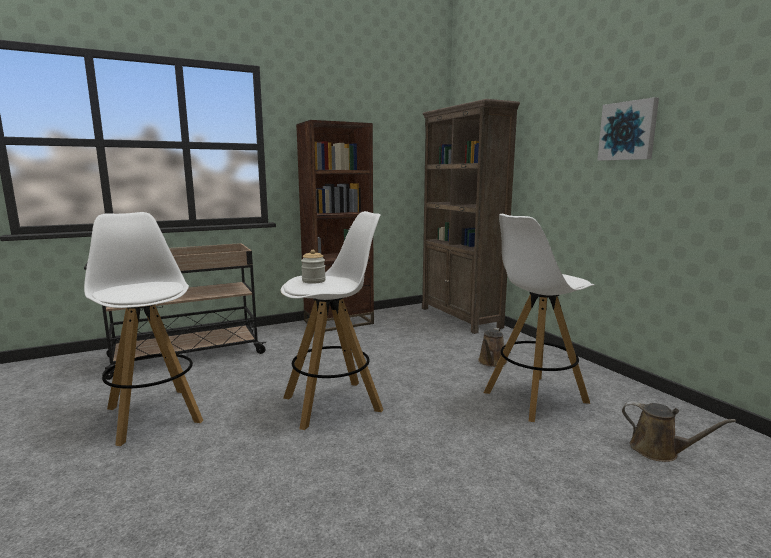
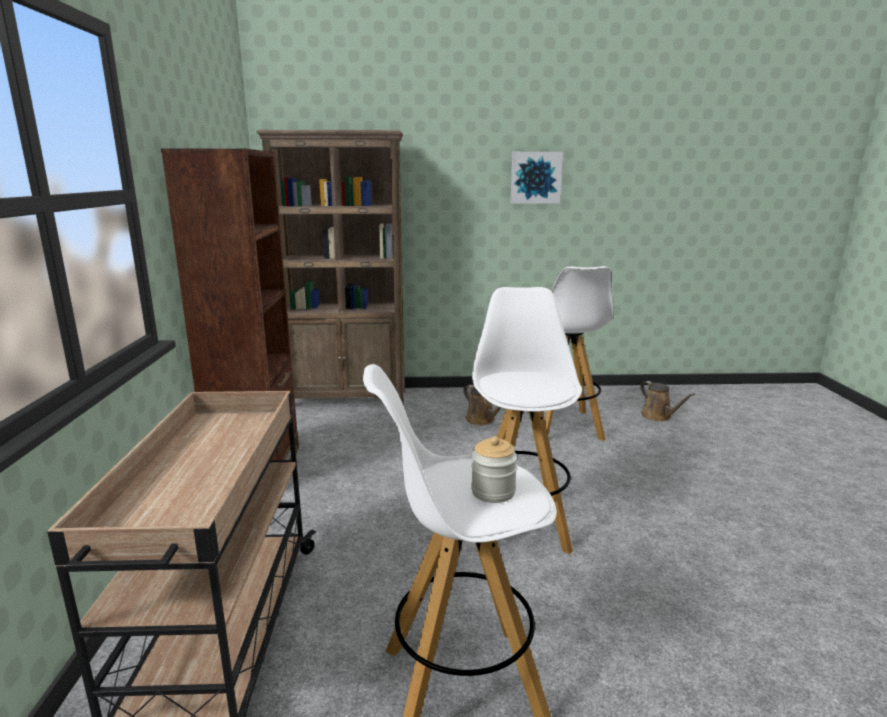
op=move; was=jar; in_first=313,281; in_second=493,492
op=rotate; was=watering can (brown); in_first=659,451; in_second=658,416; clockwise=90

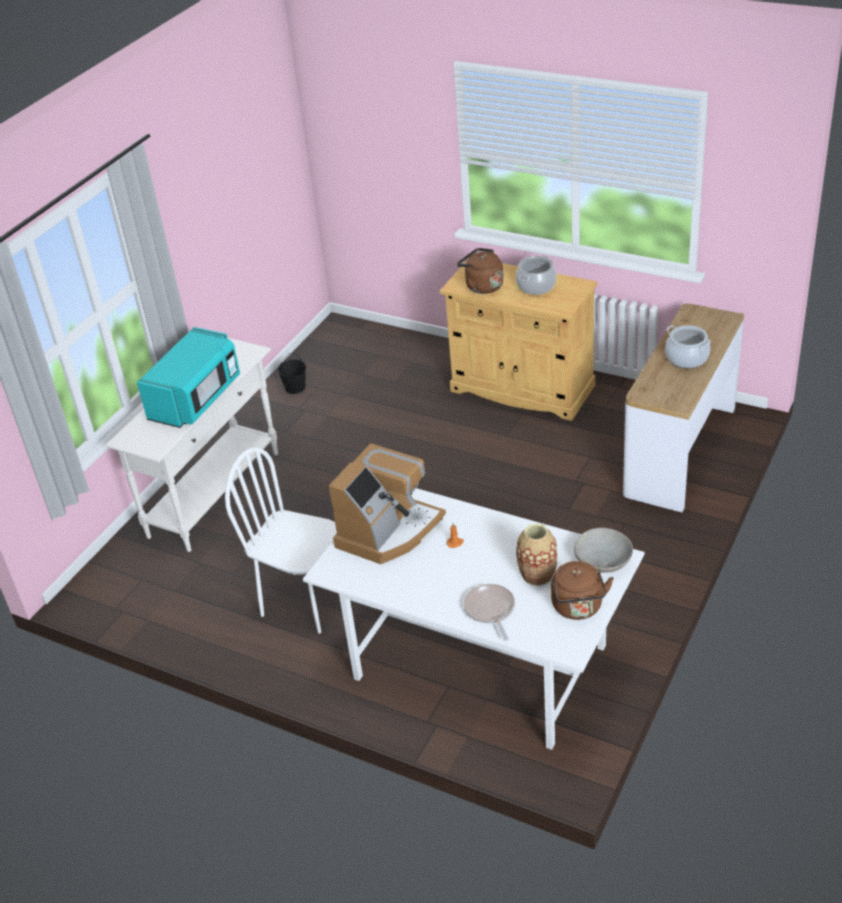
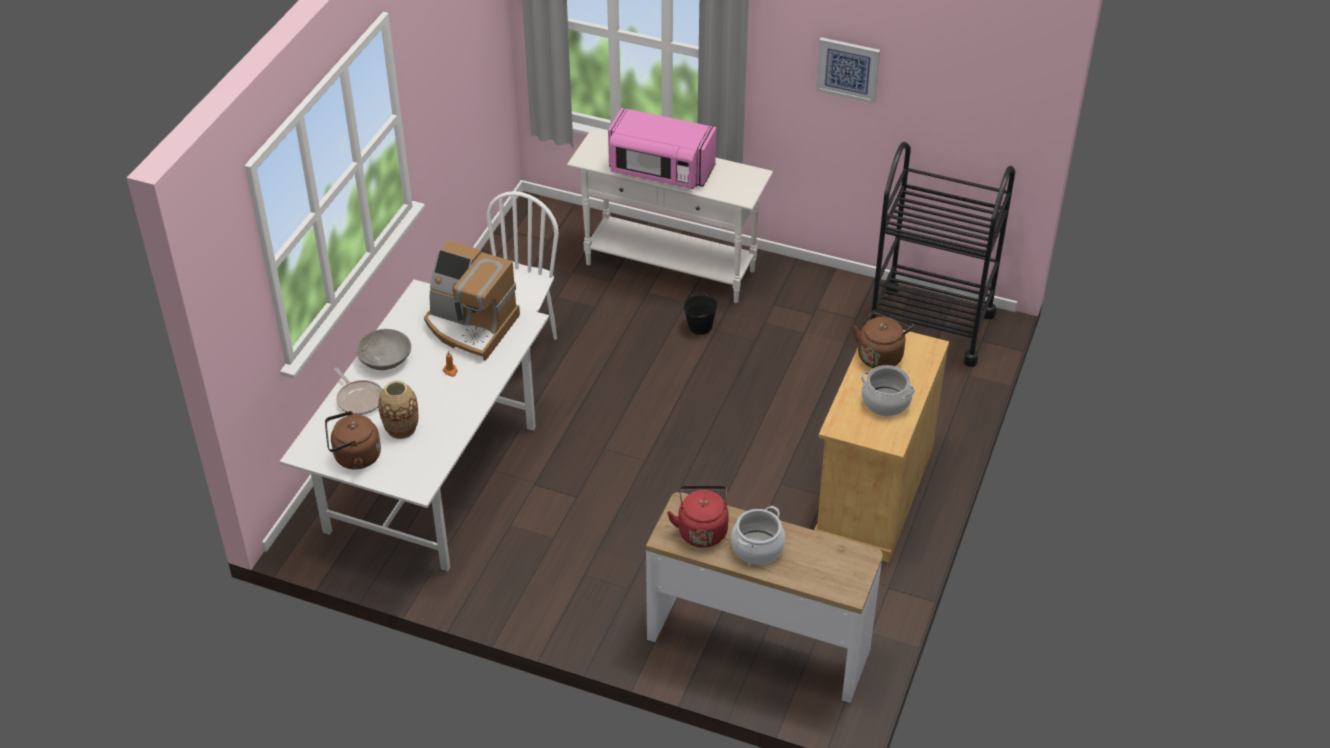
op=recolor; was=microwave (turquoise); now=microwave (pink); in_first=196,399; in_second=660,171
op=move; was=bucket (black); in_first=295,387; in_second=700,326
op=rotate; was=frying pan; in_first=490,610; in_second=359,399; clockwise=75
op=move; was=bowl (grey); in_first=603,561; in_second=385,359
op=insert; now=kettle (red); in_second=702,529
op=insert; now=picture; in_second=848,69
op=insert; now=cart (black); in_second=930,326

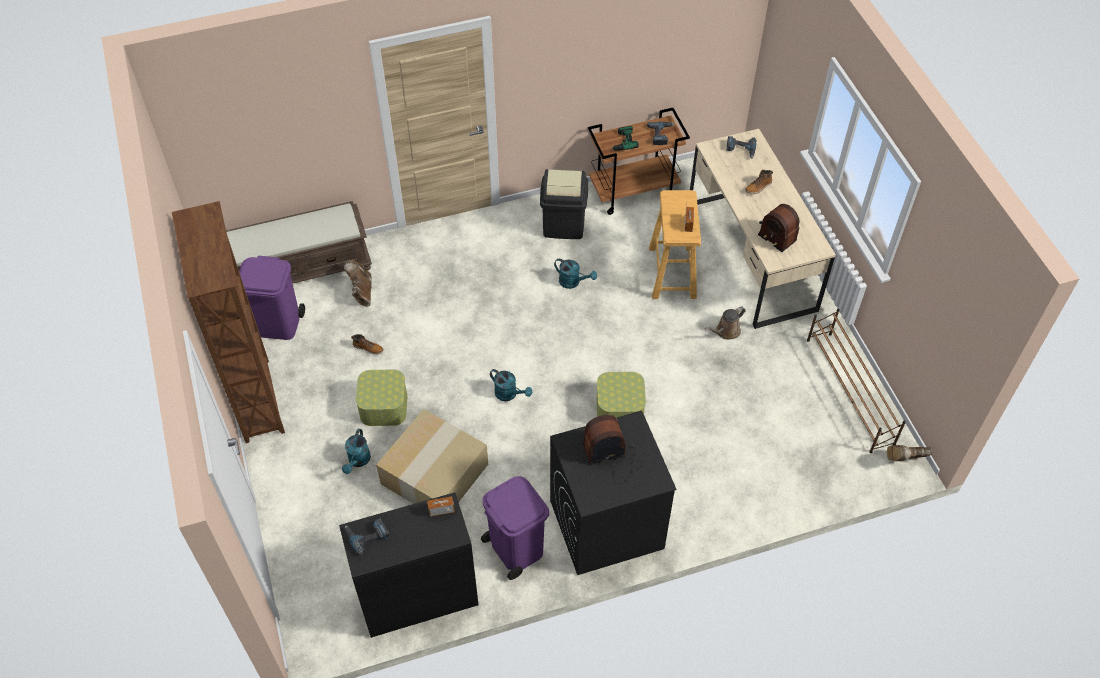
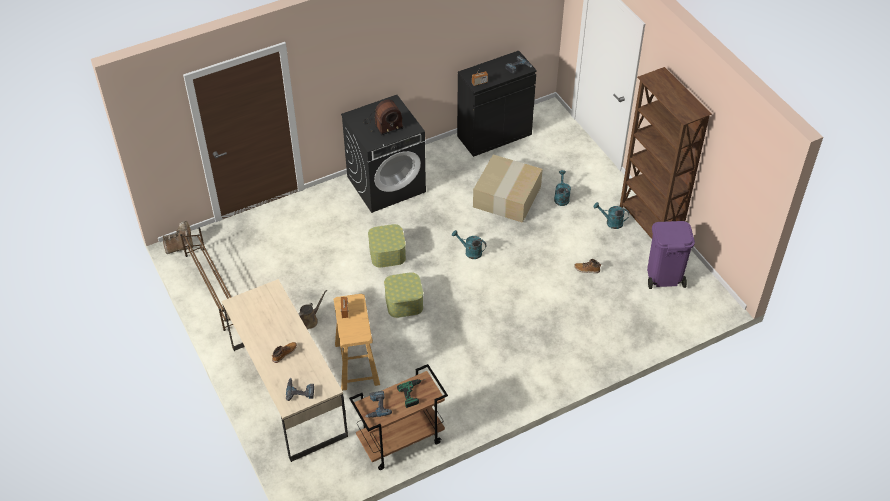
op=delete; was=bench (brown); in_first=302,268
op=delete; was=boot (brown); in_first=361,292
op=move; was=storage box; in_first=383,406; in_second=404,302
op=delete; was=trash can (purple); in_first=516,548
op=delete; was=trash can (black); in_first=563,225
op=move; was=watering can (turquoise); in_first=573,282; in_second=611,222
op=delete; was=radio; in_first=778,231

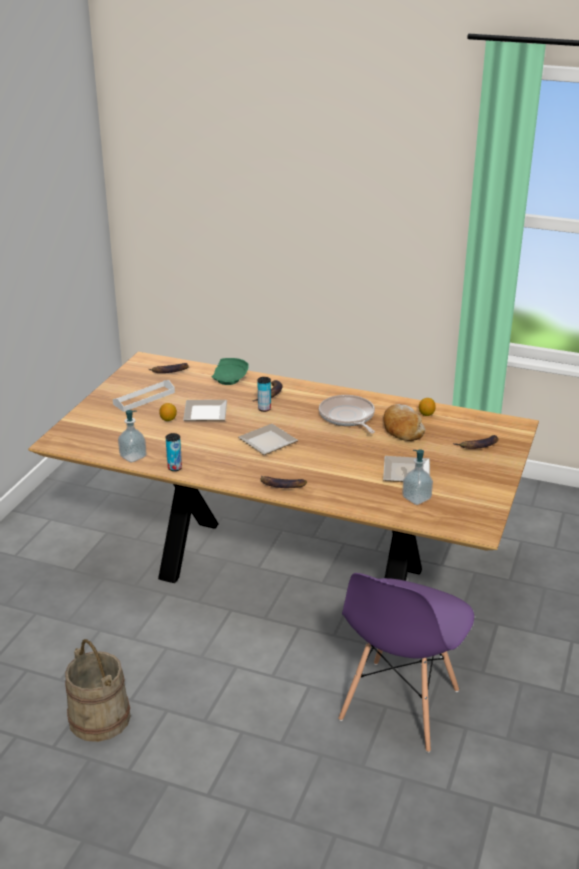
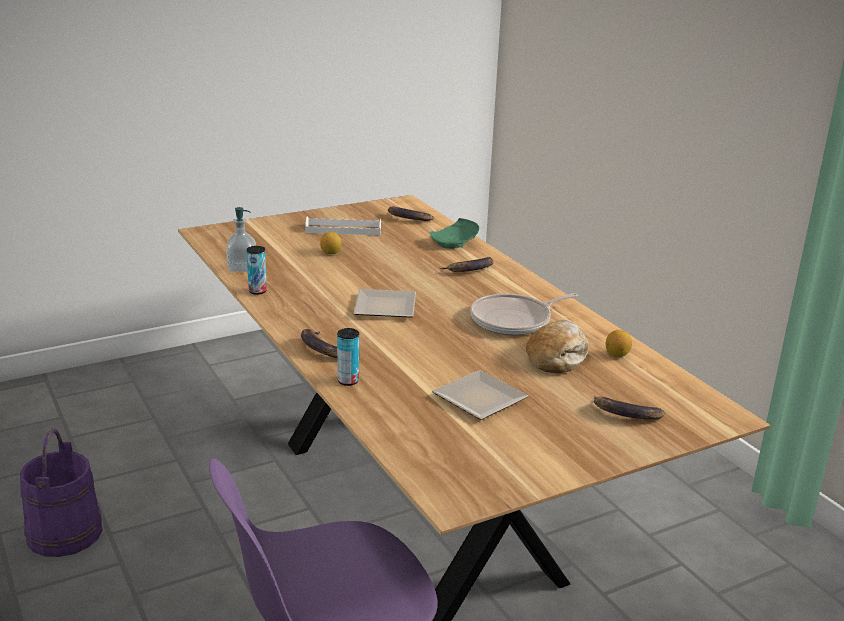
op=recolor; was=bucket (beige); now=bucket (purple); in_first=100,718; in_second=65,533
op=delete; was=plate; in_first=207,412
op=move; was=can; in_first=264,409; in_second=348,381
op=rotate; was=frying pan; in_first=347,417; in_second=514,320; clockwise=-135
op=delete; was=soap dispenser; in_first=416,498

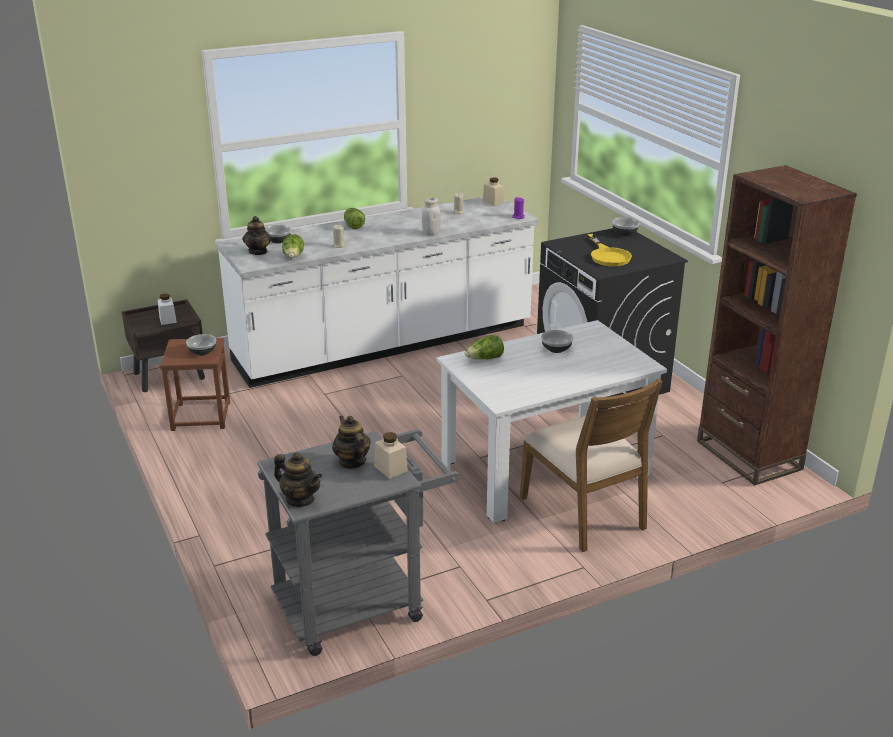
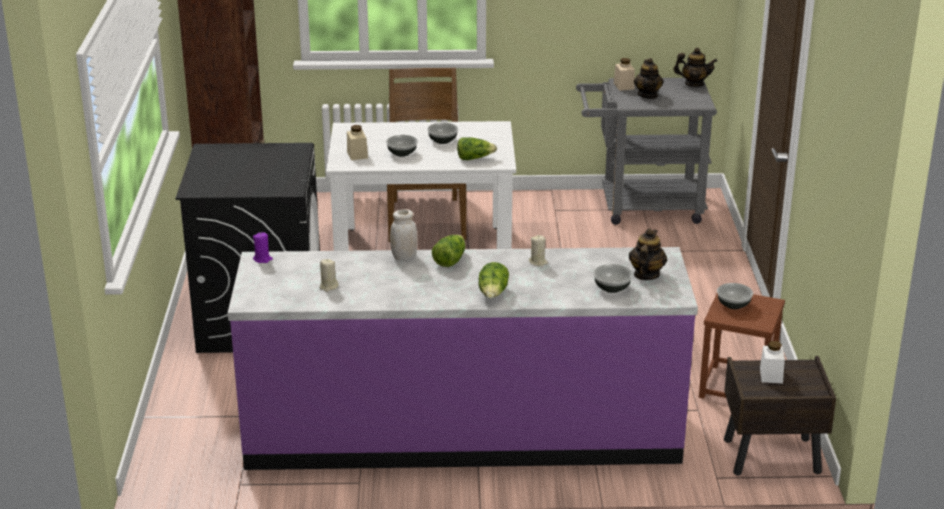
op=recolor; was=counter (white); now=counter (purple); in_first=385,345; in_second=462,433
op=rotate; was=teapot; in_first=300,499; in_second=694,84; clockwise=135
op=move; was=lettuce; in_first=293,257; in_second=450,260
op=move; was=jar (beige); in_first=493,202; in_second=357,155
op=delete; was=frying pan (yellow); in_first=608,256
op=move; was=bowl; in_first=624,233; in_second=443,141

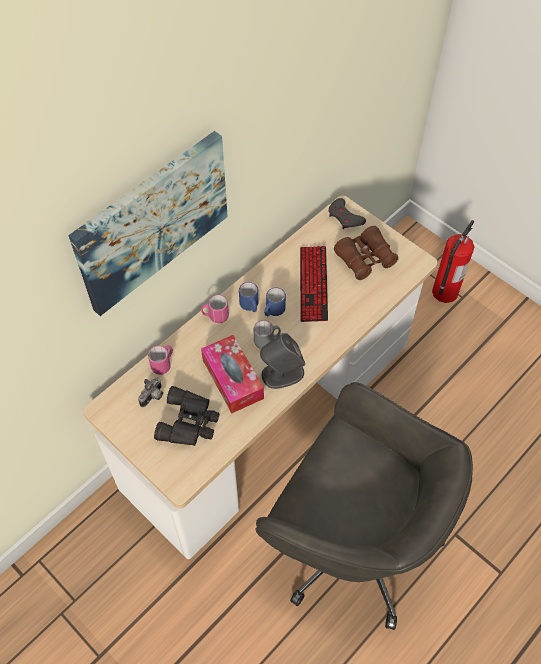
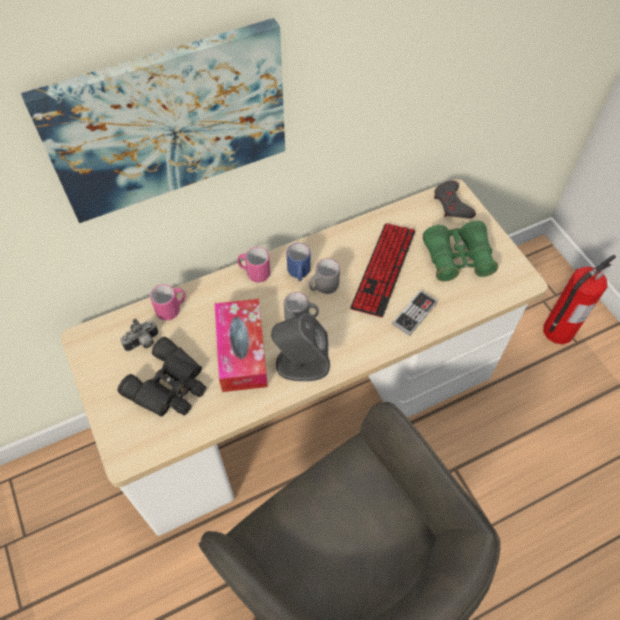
op=recolor; was=mug (blue); now=mug (grey); in_first=273,311; in_second=323,287
op=recolor; was=binoculars (brown); now=binoculars (green); in_first=365,259; in_second=457,258
op=insert; now=game controller; in_second=414,313

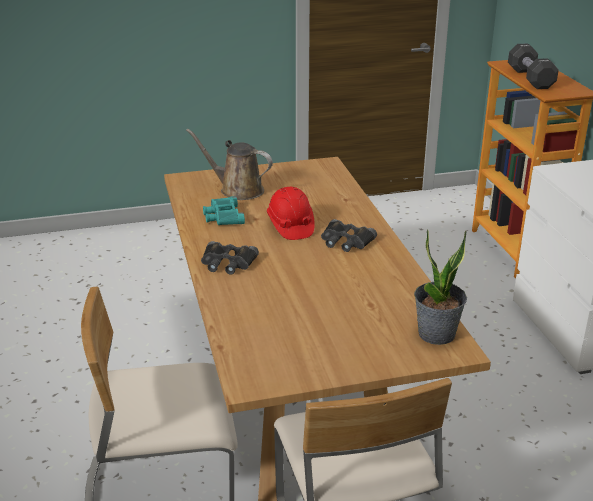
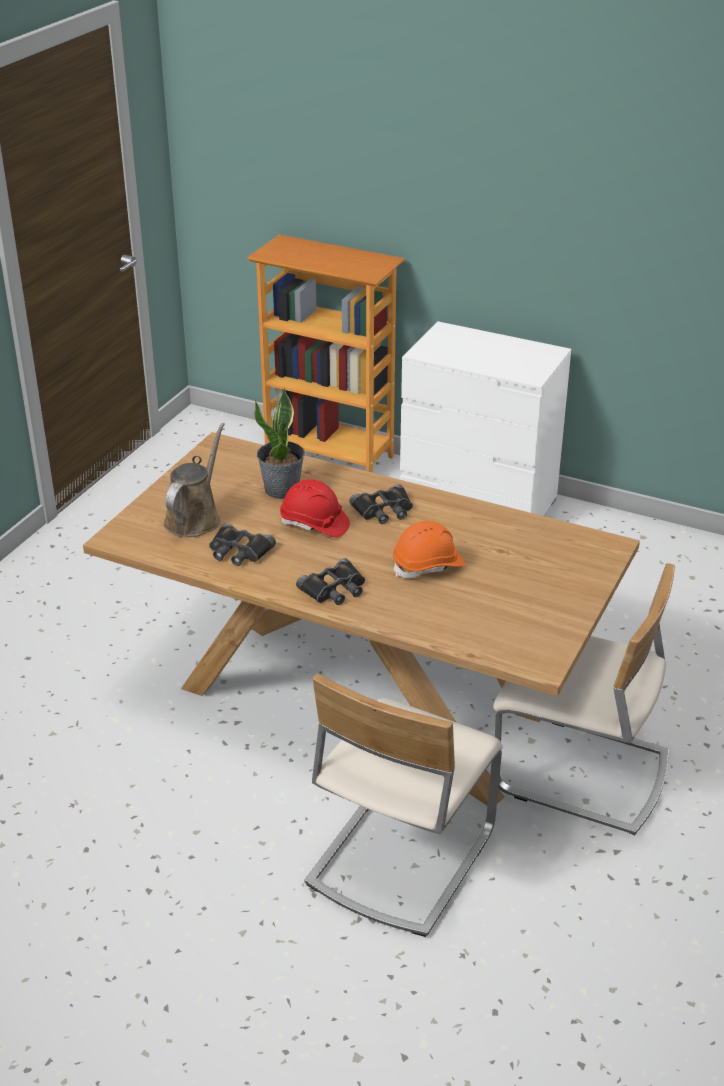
op=rotate; was=watering can (brown); in_first=237,190; in_second=195,518; clockwise=135
op=recolor; was=binoculars (turquoise); now=binoculars (black); in_first=223,216; in_second=239,551
op=move; was=potted plant; in_first=436,334; in_second=282,489
op=delete; was=dumbbell (black); in_first=530,78
op=insert; now=hard hat (orange); in_second=428,566

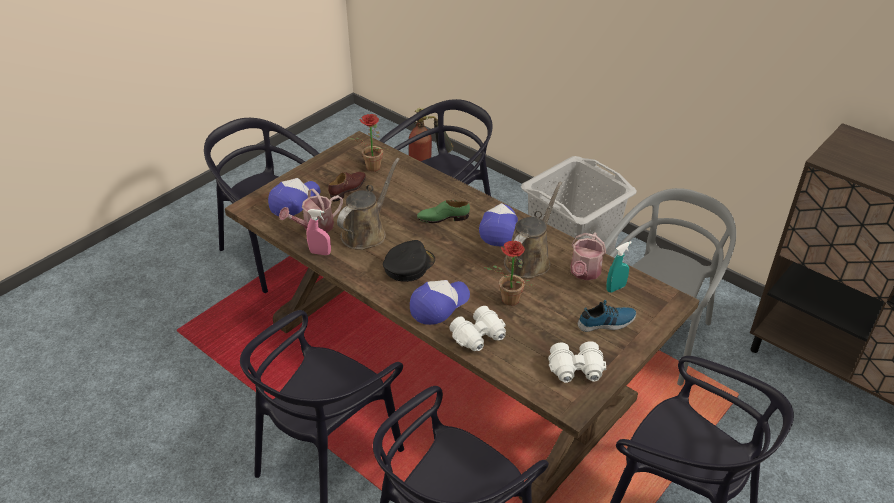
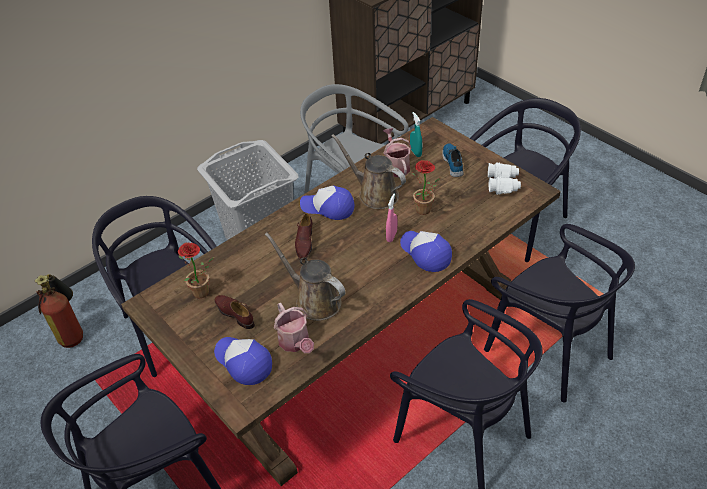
op=move; was=spray bottle (pink); in_first=320,253; in_second=391,236
op=delete; was=cap (black); in_first=408,265
op=recolor; was=shoe (green); now=shoe (brown); in_first=443,218; in_second=304,243
op=delete; was=binoculars (white); in_first=479,337
op=rotate; was=watering can; in_first=584,273; in_second=396,166; clockwise=-135

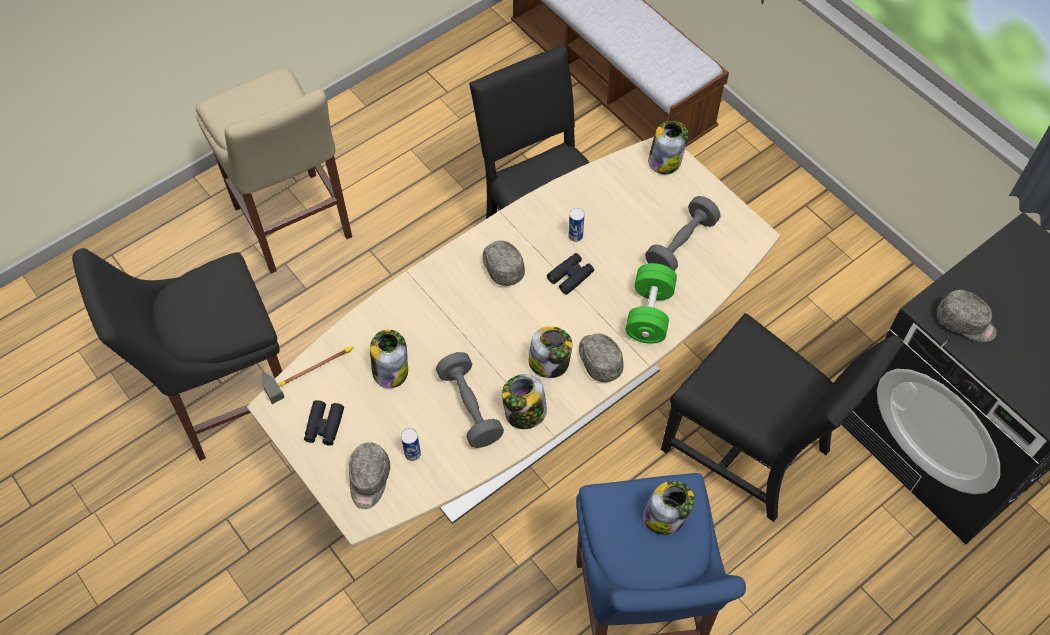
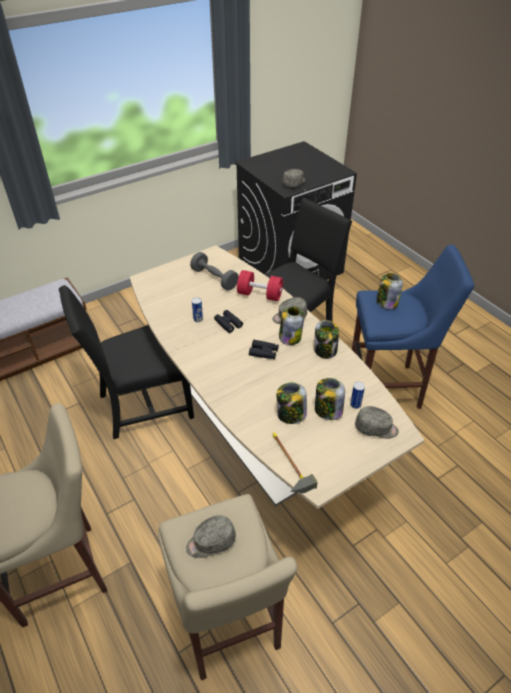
op=recolor; was=stool (black); now=stool (beige); in_first=226,402; in_second=228,626
op=move; was=binoculars (black); in_first=324,426; in_second=264,352
op=delete; was=dumbbell (grey); in_first=470,407
op=move; was=cap (grey); in_first=502,266; in_second=210,542
op=recolor; was=dumbbell (green); now=dumbbell (red); in_first=649,313; in_second=260,294
op=move; was=jar; in_first=665,161; in_second=327,410

